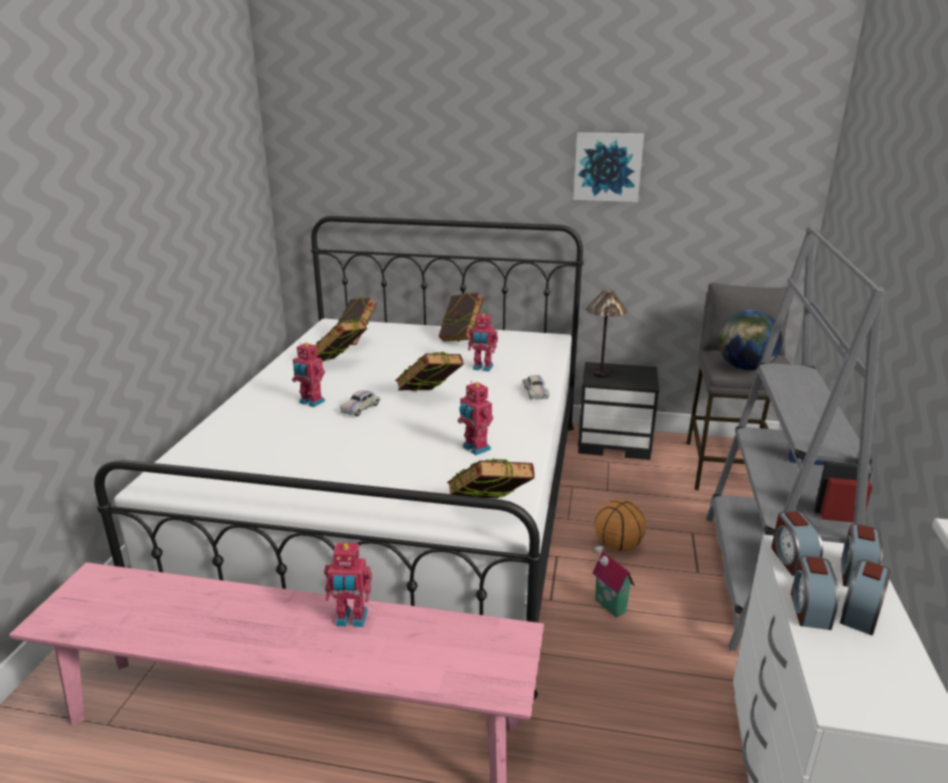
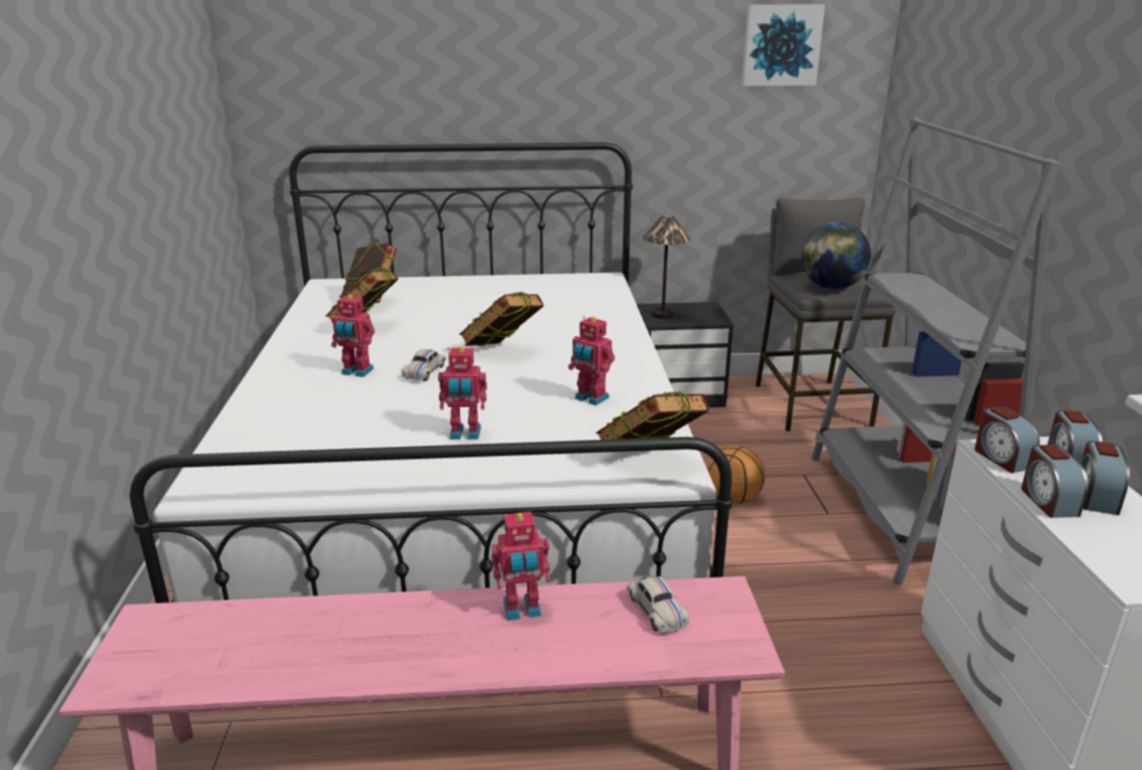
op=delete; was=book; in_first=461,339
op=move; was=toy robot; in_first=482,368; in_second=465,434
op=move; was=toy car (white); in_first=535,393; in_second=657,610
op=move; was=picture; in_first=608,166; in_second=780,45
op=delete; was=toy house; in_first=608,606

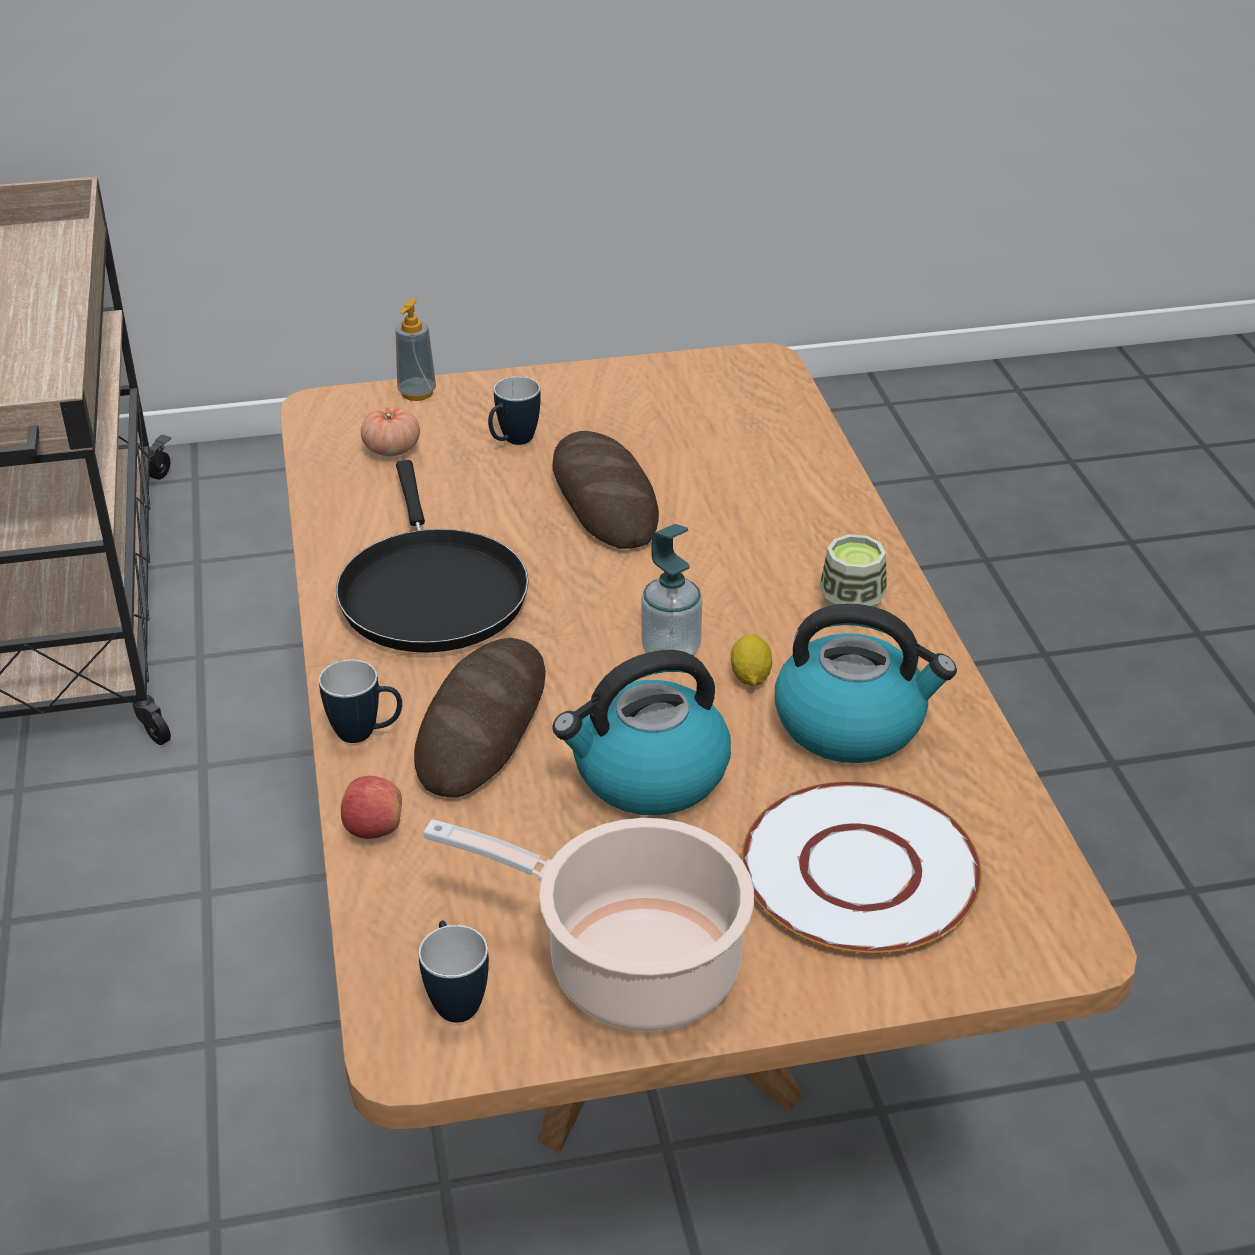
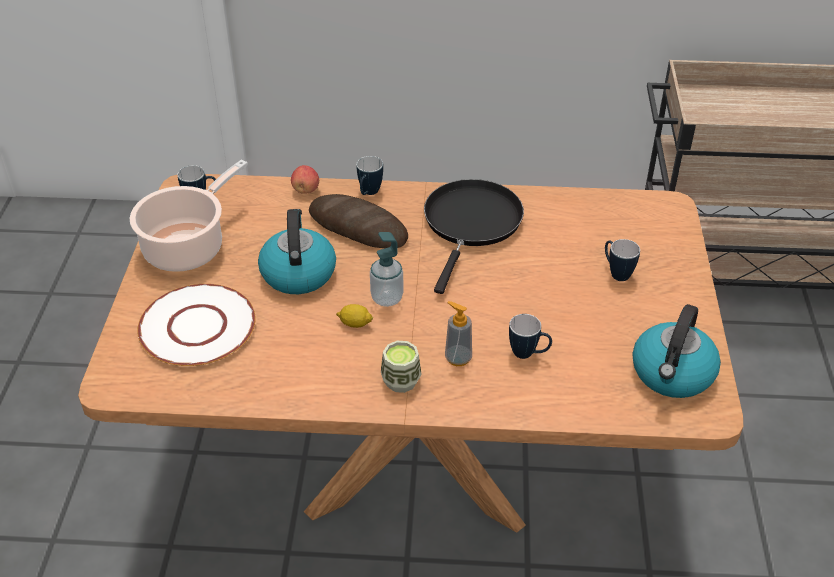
op=rotate; was=frying pan (black); in_first=430,592; in_second=471,224; clockwise=105
op=delete; was=tomato; in_first=392,449
op=move; was=soap dispenser; in_first=417,393; in_second=458,358
op=delete; was=bread; in_first=604,499
op=move; was=kettle; in_first=852,724; in_second=672,374
op=insert; now=mug; in_second=528,354

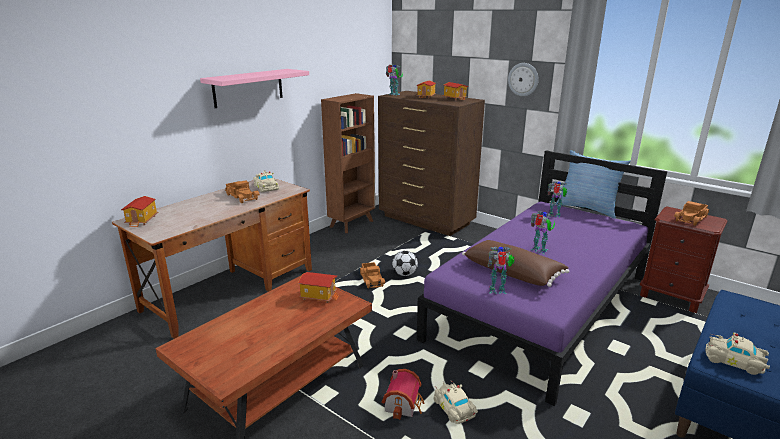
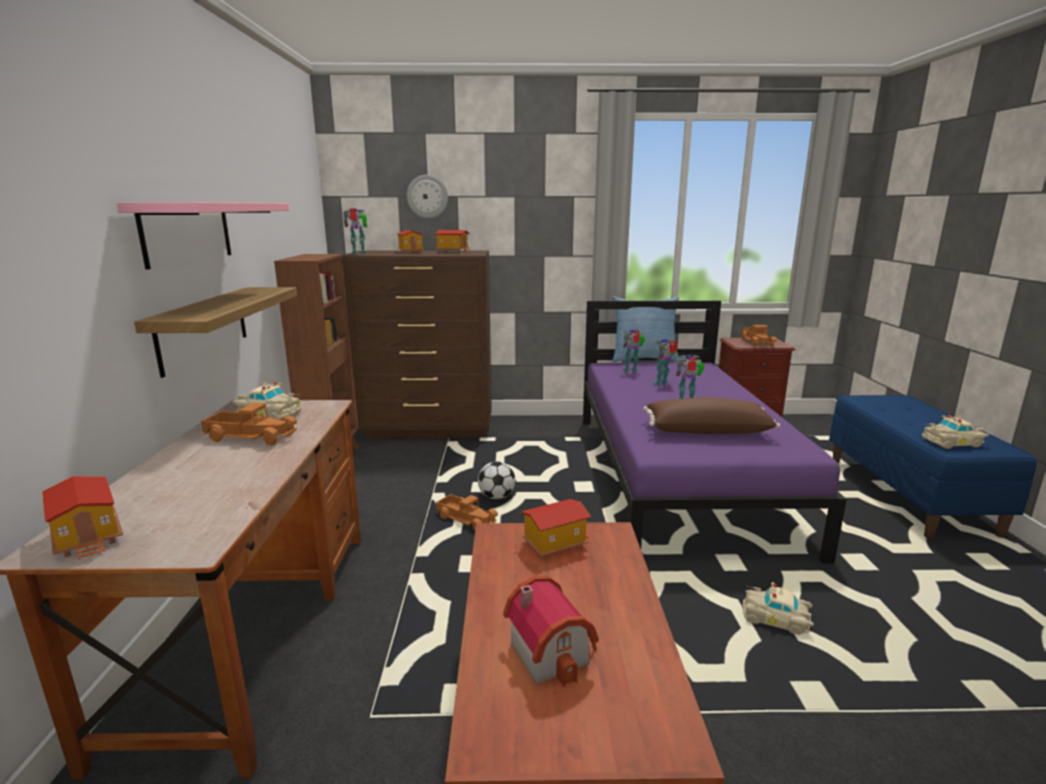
op=move; was=toy house; in_first=404,405; in_second=552,650
op=move; was=toy robot; in_first=498,291; in_second=662,383
op=move; was=wall clock; in_first=523,79; in_second=427,196
op=insert; now=shelf; in_second=203,328

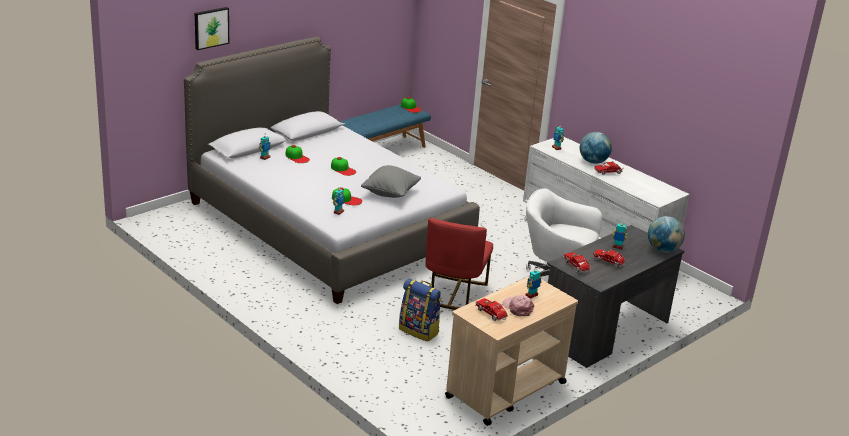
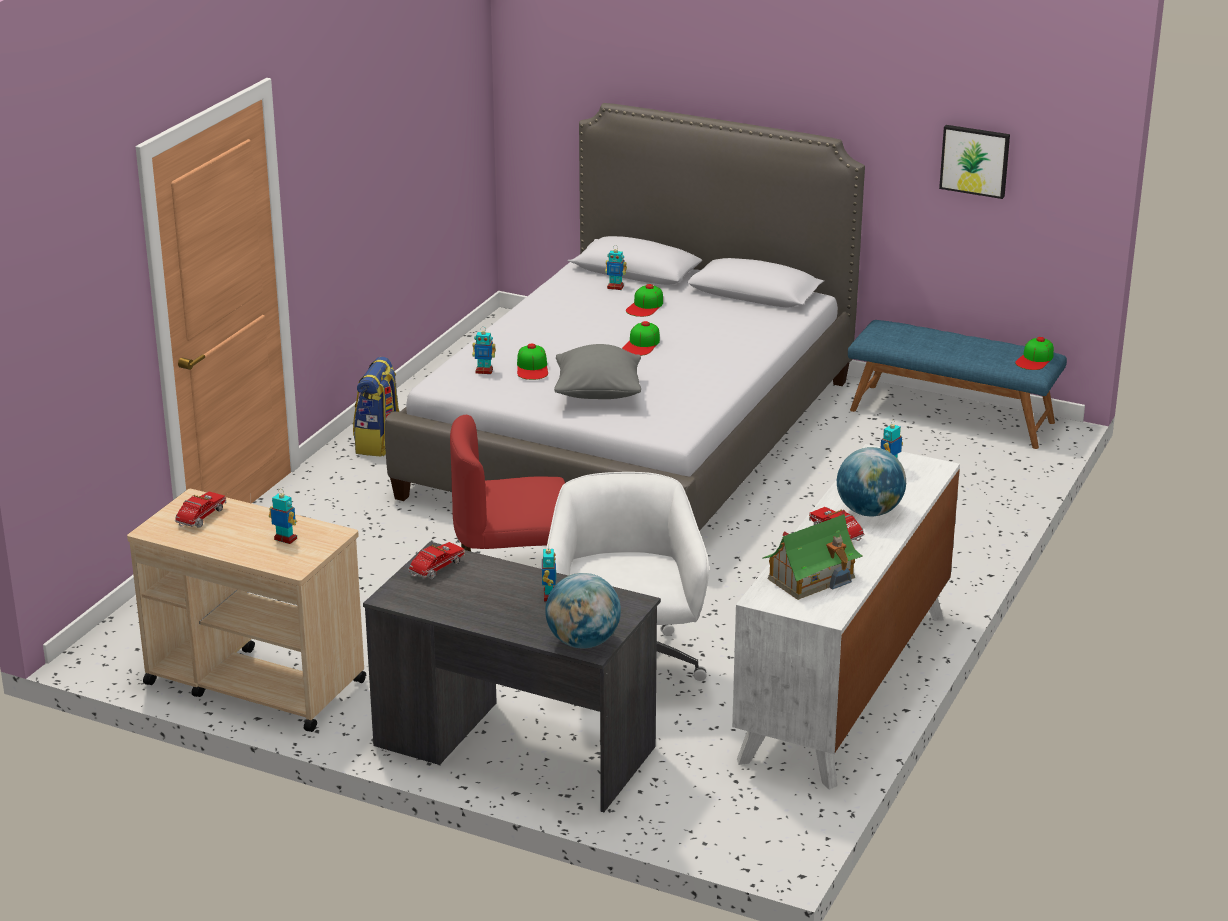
op=move; was=picture; in_first=211,27; in_second=975,160
op=move; was=backpack; in_first=419,331; in_second=379,443
op=delete; was=cap (pink); in_first=517,308
op=delete; was=toy truck; in_first=610,262
op=insert; now=toy house; in_second=812,578

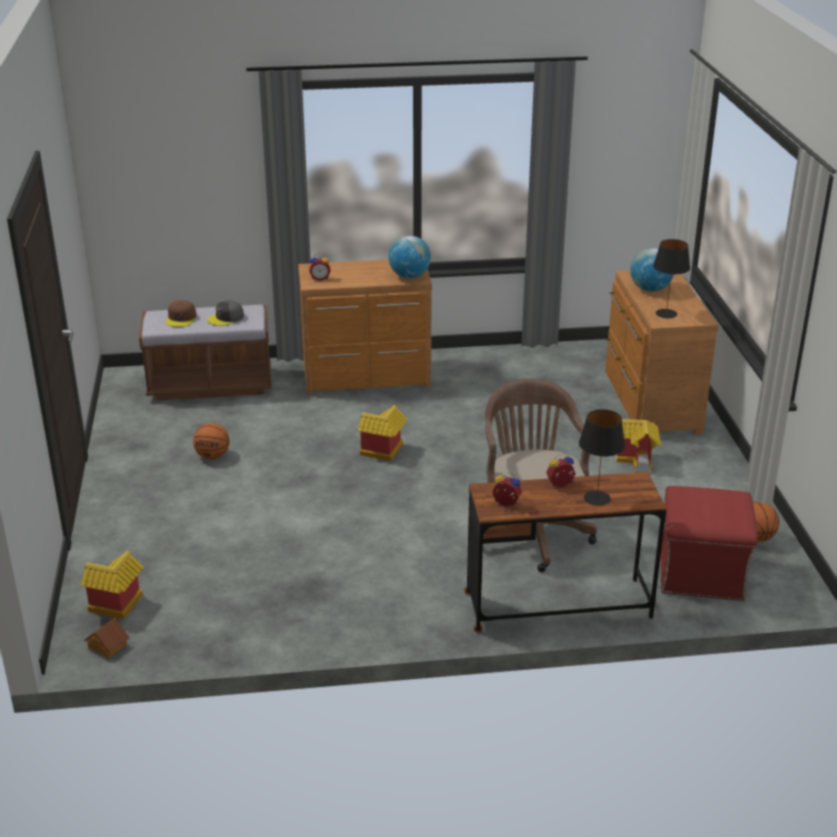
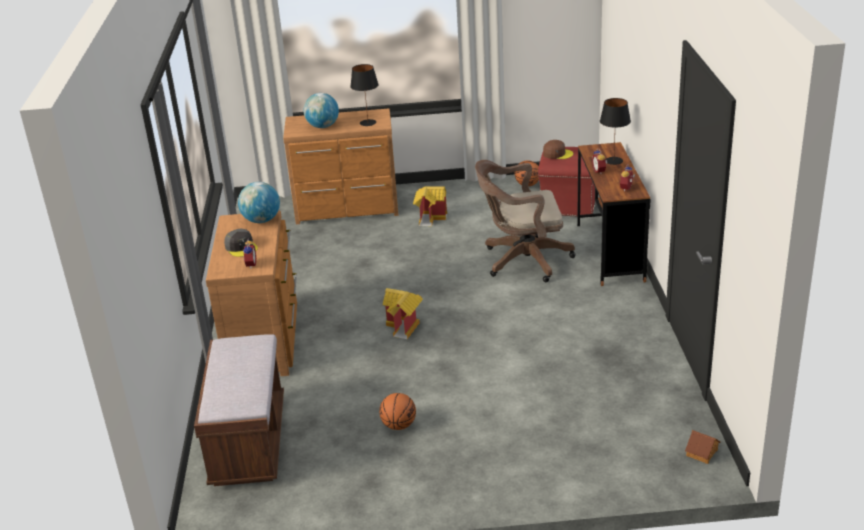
op=delete; was=toy house; in_first=116,607
op=move; was=cap (brown); in_first=181,318; in_second=557,154
op=move; was=cap (grey); in_first=226,318; in_second=241,247

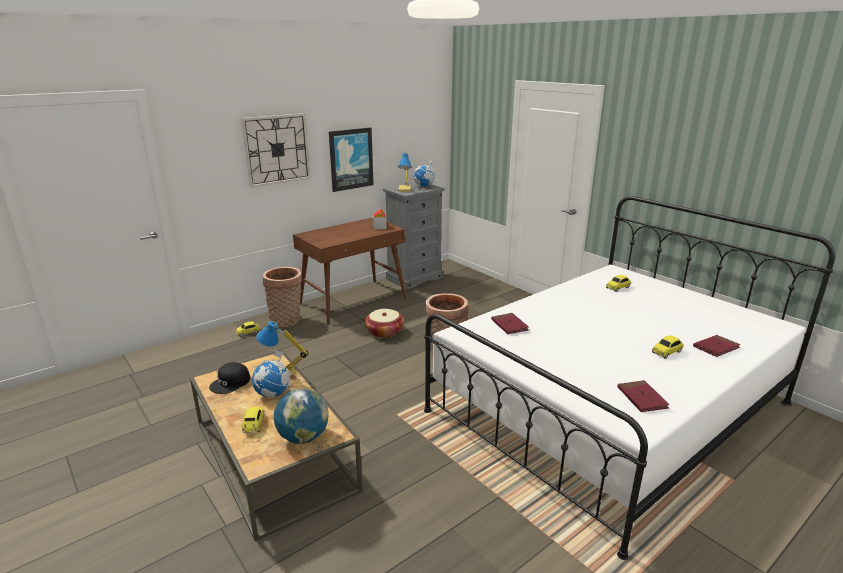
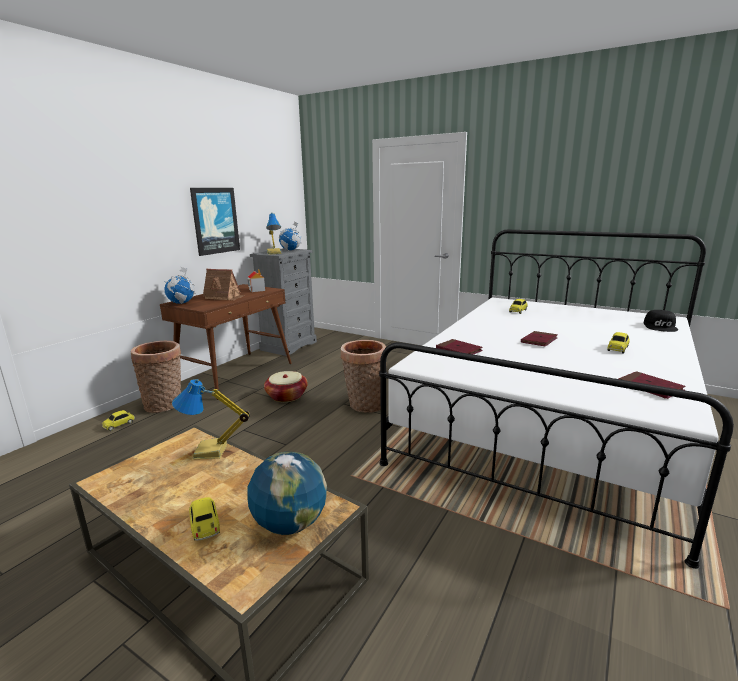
op=move; was=cap (black); in_first=230,383; in_second=660,326
op=delete; was=wall clock; in_first=277,149
op=move; was=globe; in_first=273,394; in_second=182,303
op=move; was=book (red); in_first=716,348; in_second=539,341
op=insert; now=toy house; in_second=224,297

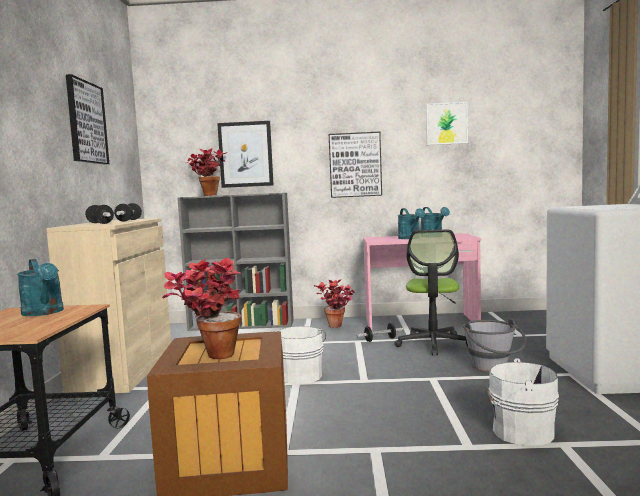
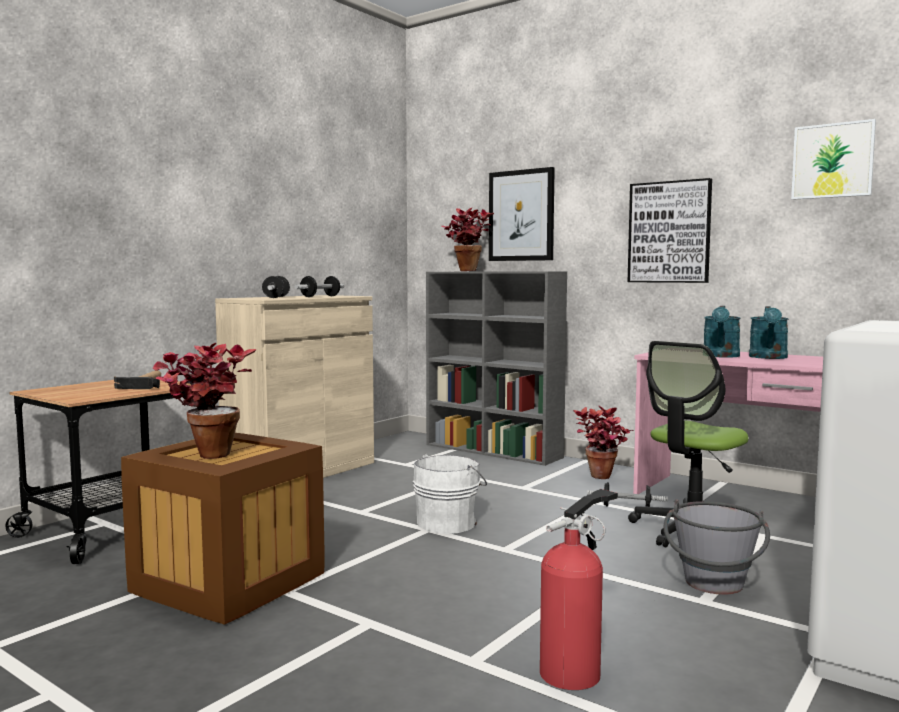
op=replace; was=watering can (turquoise); now=hammer; in_first=44,313; in_second=145,384
op=delete; was=picture; in_first=86,122
op=replace; was=bucket (white); now=fire extinguisher; in_first=519,431; in_second=574,671

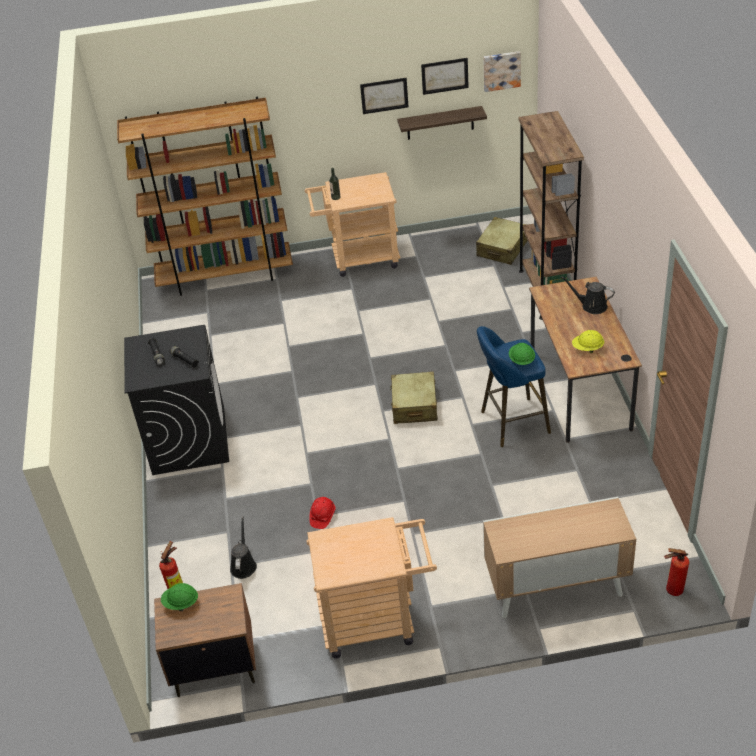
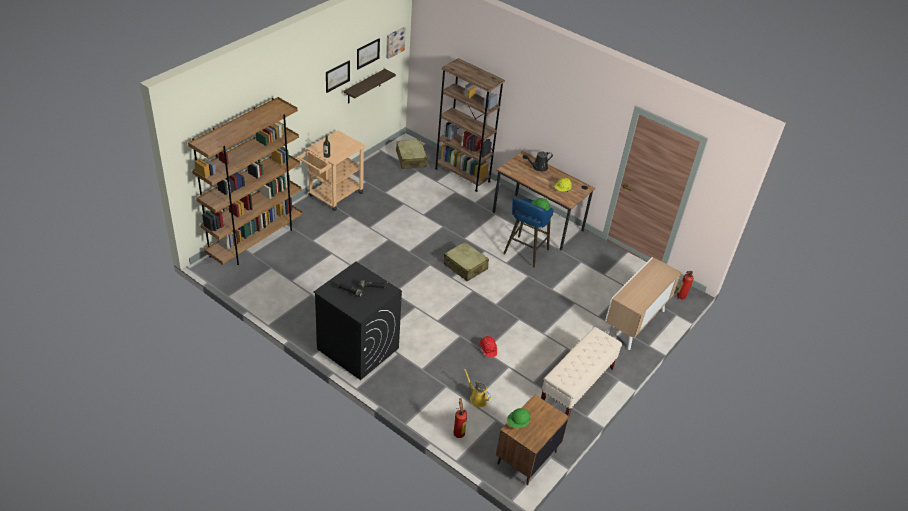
op=recolor; was=watering can (black); now=watering can (yellow); in_first=243,565; in_second=477,398
op=replace; was=cart (beige); now=bench (beige); in_first=376,621; in_second=577,385

